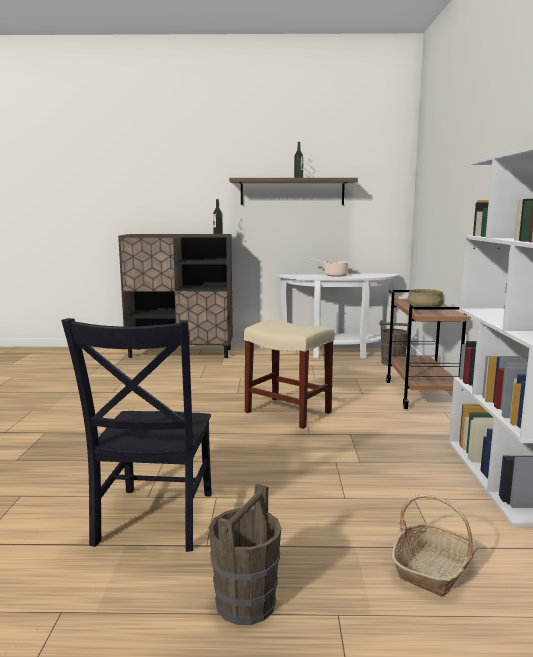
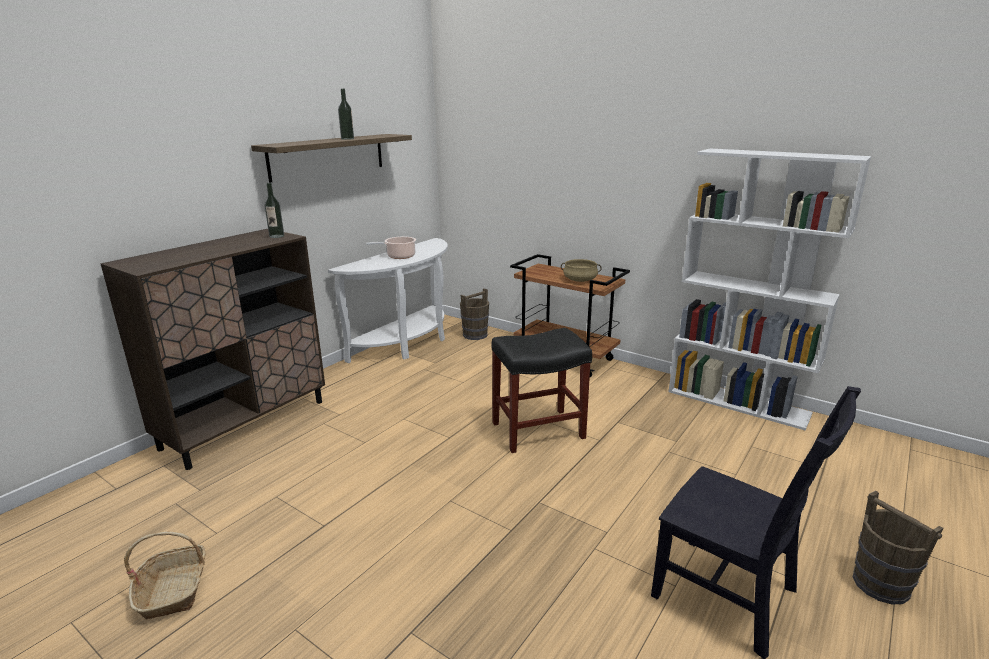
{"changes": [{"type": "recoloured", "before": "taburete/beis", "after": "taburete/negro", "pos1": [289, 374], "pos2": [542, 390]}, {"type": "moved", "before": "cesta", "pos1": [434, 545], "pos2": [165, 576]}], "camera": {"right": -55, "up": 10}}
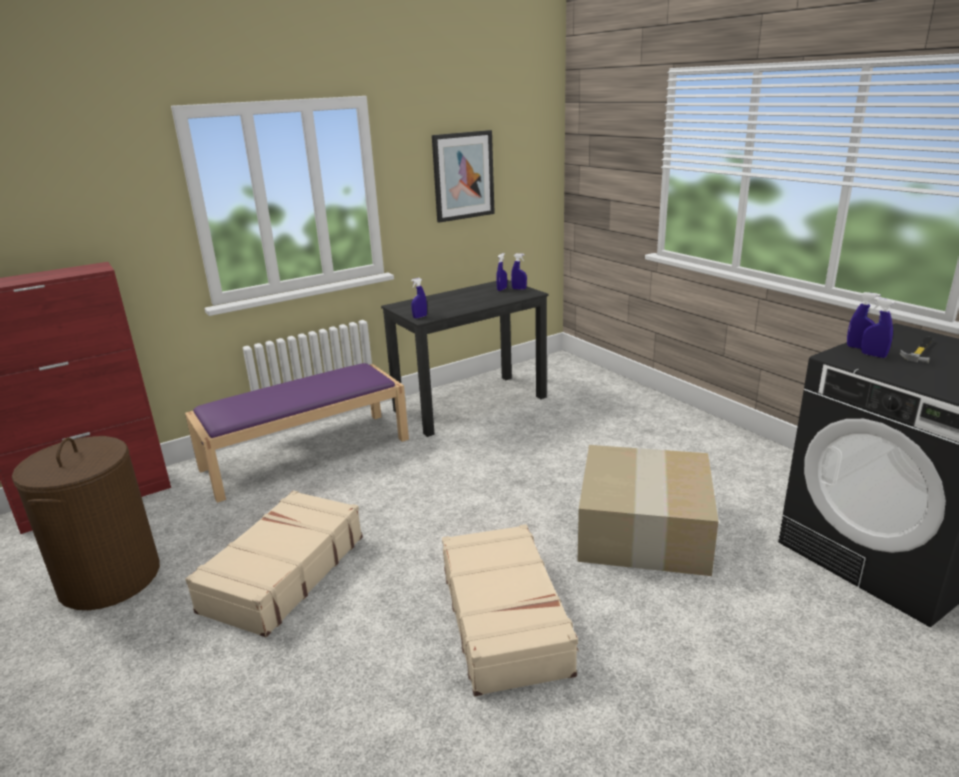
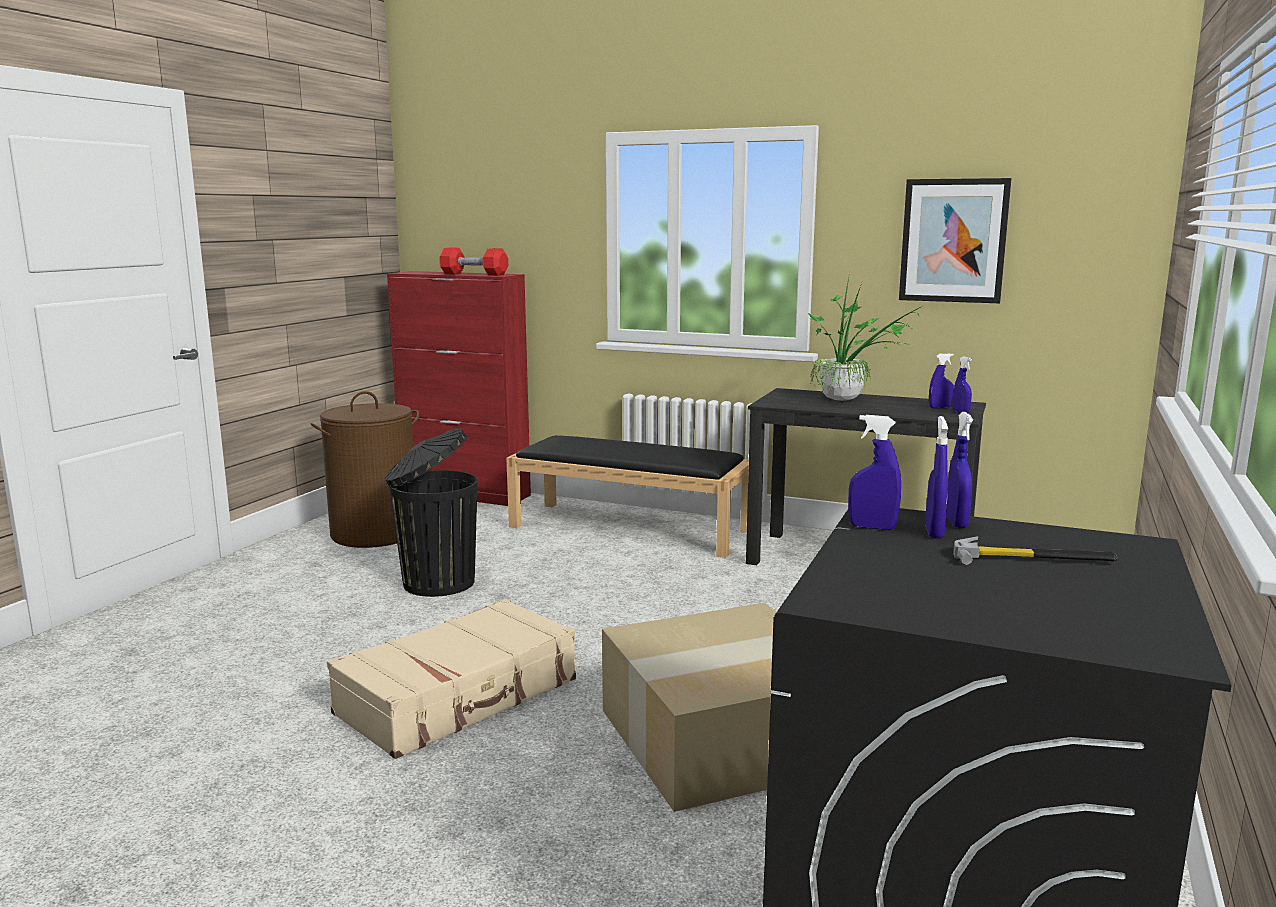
{"changes": [{"type": "recoloured", "before": "banco/morado", "after": "banco/negro", "pos1": [297, 433], "pos2": [627, 496]}, {"type": "replaced", "before": "maleta/beis", "after": "papelera/negro", "pos1": [274, 563], "pos2": [431, 512]}, {"type": "moved", "before": "pulverizador/azul", "pos1": [419, 298], "pos2": [874, 472]}, {"type": "added", "after": "mancuerna/rojo", "pos2": [473, 262]}, {"type": "added", "after": "planta en maceta", "pos2": [864, 337]}], "camera": {"right": 55, "up": -10}}
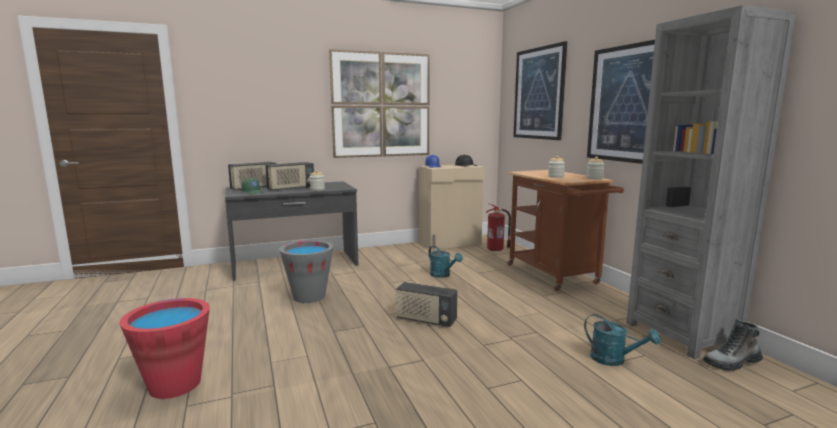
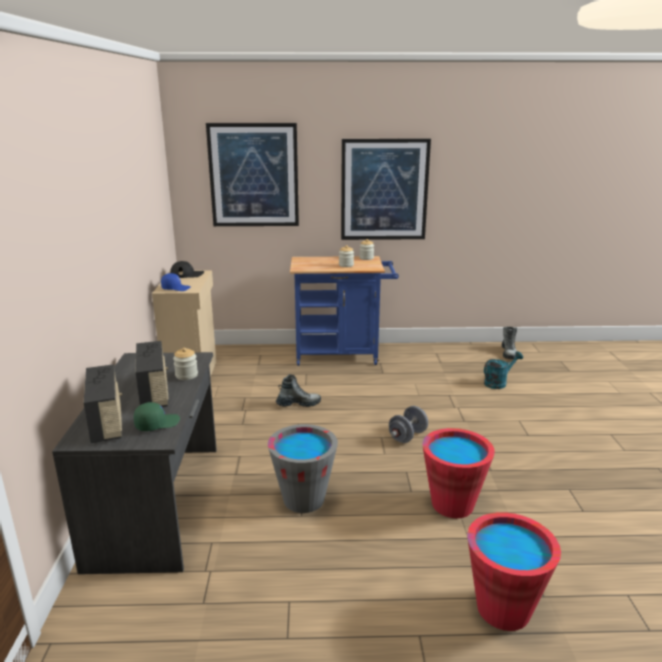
{"changes": [{"type": "removed", "before": "cuadro", "pos1": [379, 103]}, {"type": "replaced", "before": "radio", "after": "mancuerna/gris", "pos1": [426, 304], "pos2": [408, 424]}, {"type": "replaced", "before": "regadera/turquesa", "after": "bota", "pos1": [446, 262], "pos2": [298, 390]}, {"type": "removed", "before": "extintor", "pos1": [498, 227]}, {"type": "recoloured", "before": "carrito/marrón", "after": "carrito/azul", "pos1": [566, 230], "pos2": [344, 311]}, {"type": "removed", "before": "estantería/gris", "pos1": [711, 182]}, {"type": "added", "after": "cubo/rojo", "pos2": [458, 473]}], "camera": {"right": -70, "up": 10}}
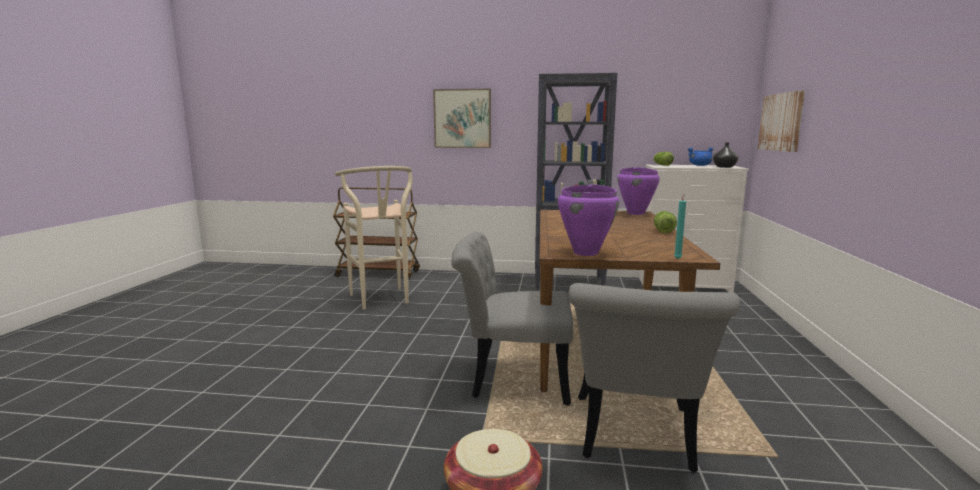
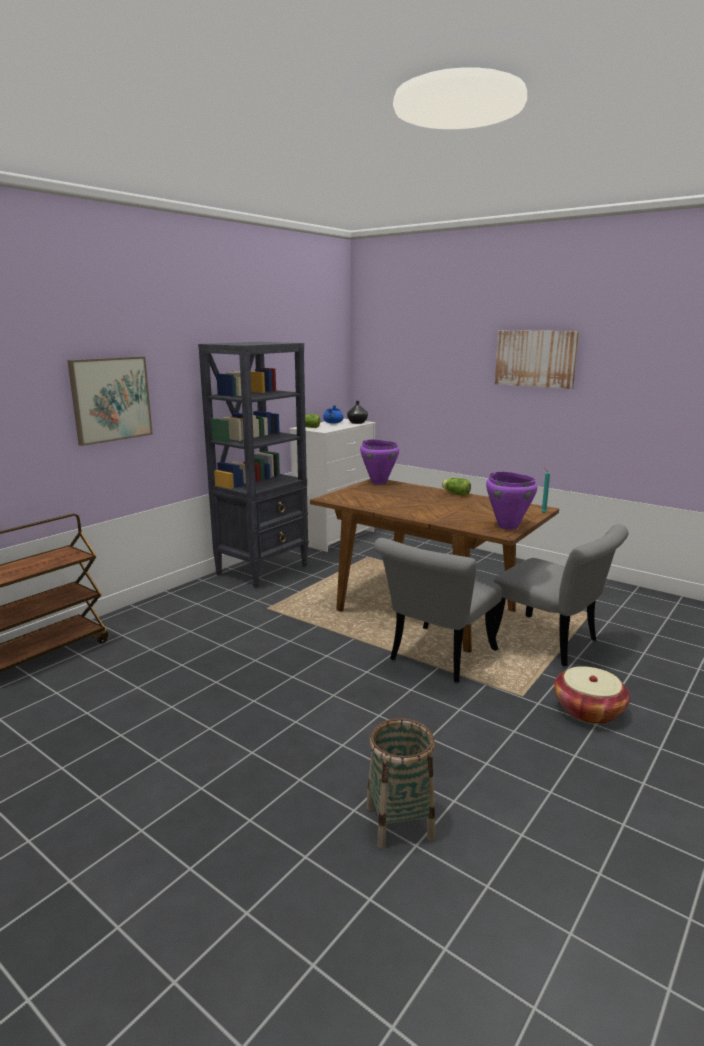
{"changes": [{"type": "removed", "before": "taburete/beis", "pos1": [373, 238]}, {"type": "moved", "before": "cuadro", "pos1": [781, 121], "pos2": [537, 359]}, {"type": "added", "after": "cesta", "pos2": [400, 783]}], "camera": {"right": -60, "up": 5}}
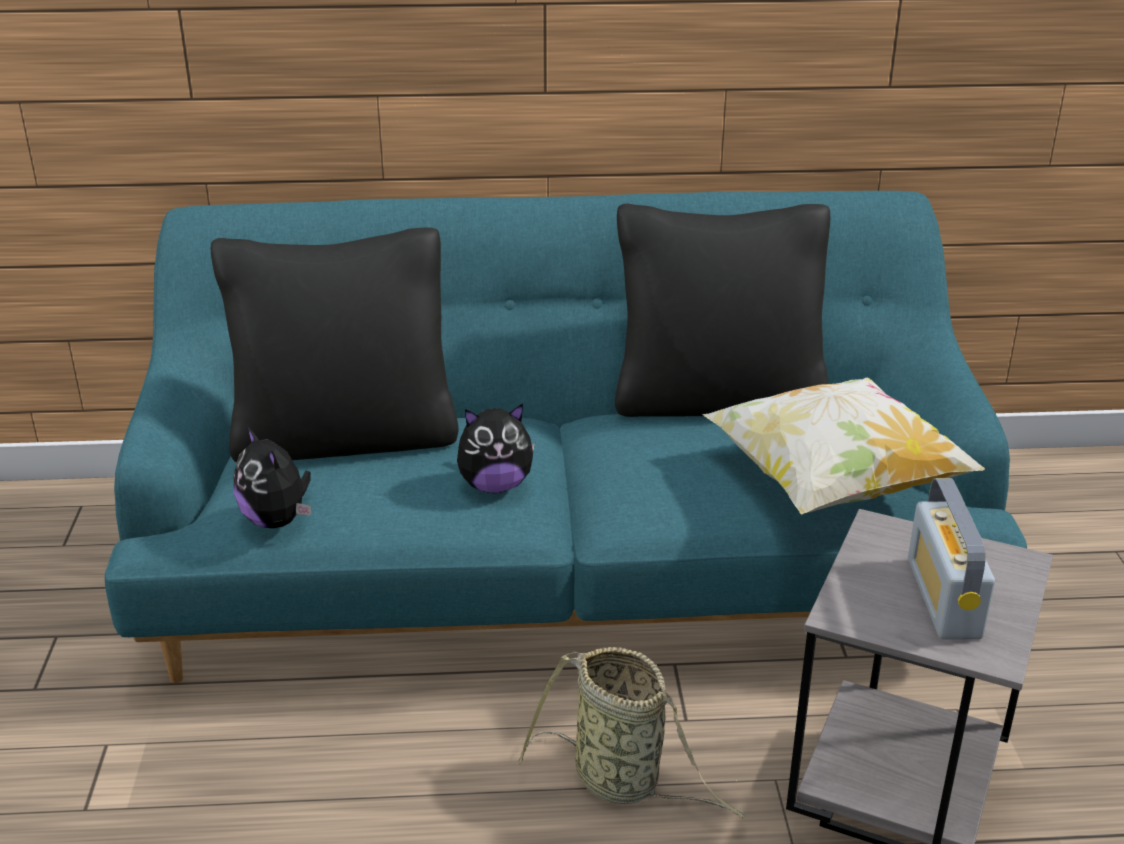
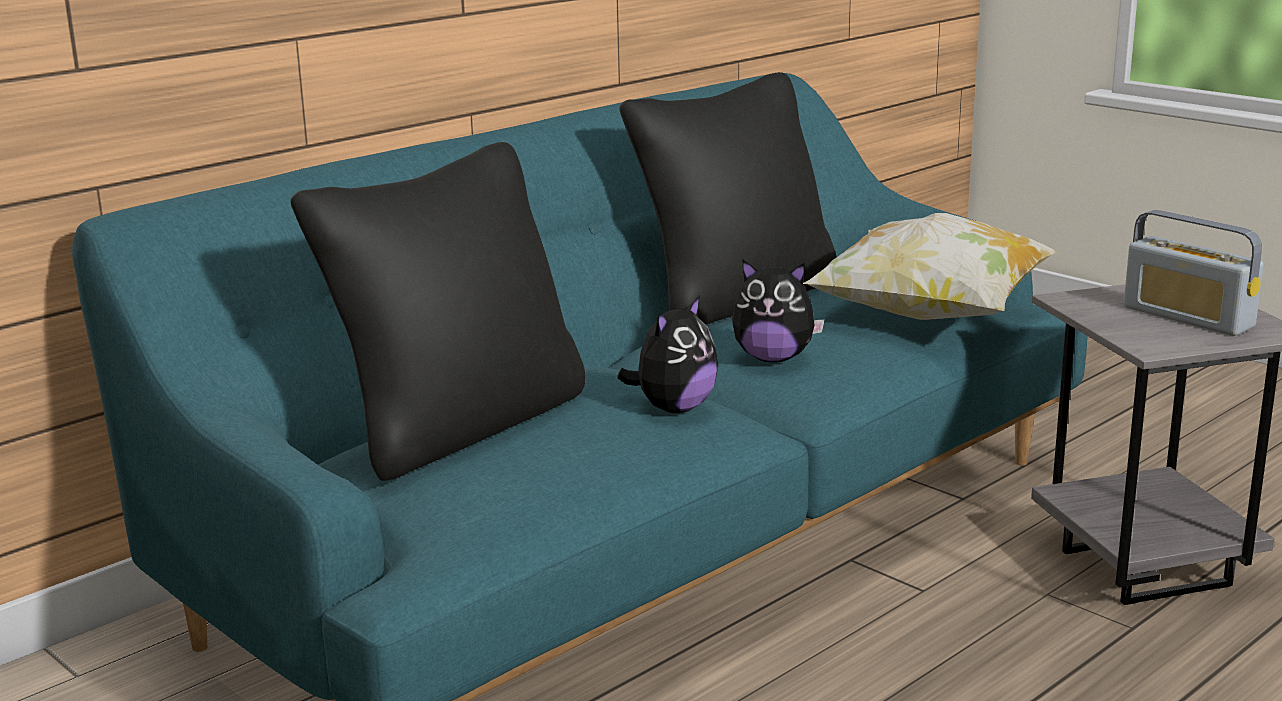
{"changes": [{"type": "moved", "before": "peluche", "pos1": [273, 476], "pos2": [778, 311]}, {"type": "removed", "before": "cesta", "pos1": [632, 733]}], "camera": {"right": -40, "up": -10}}
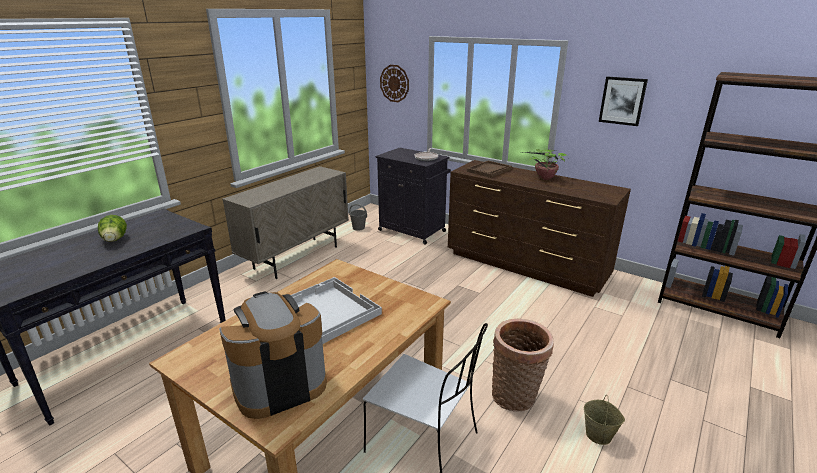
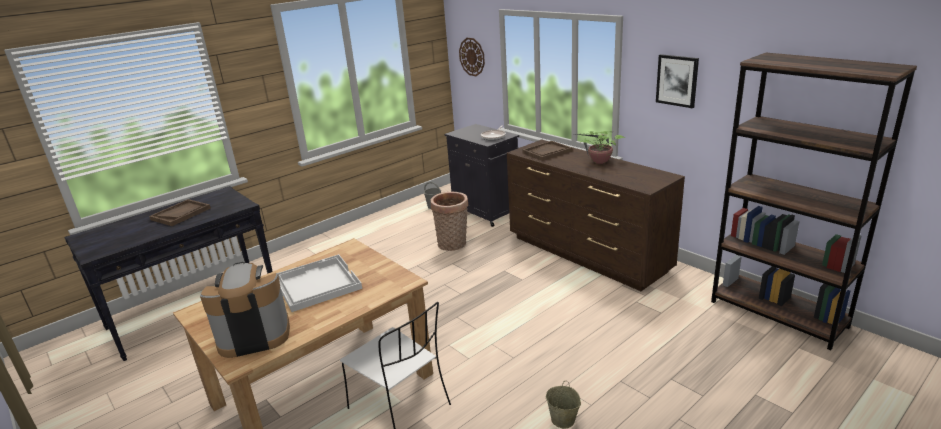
{"changes": [{"type": "replaced", "before": "lechuga", "after": "bandeja/marrón", "pos1": [112, 228], "pos2": [180, 212]}, {"type": "removed", "before": "armario/beis", "pos1": [285, 222]}, {"type": "moved", "before": "cesta", "pos1": [523, 365], "pos2": [449, 221]}], "camera": {"right": 15, "up": 0}}
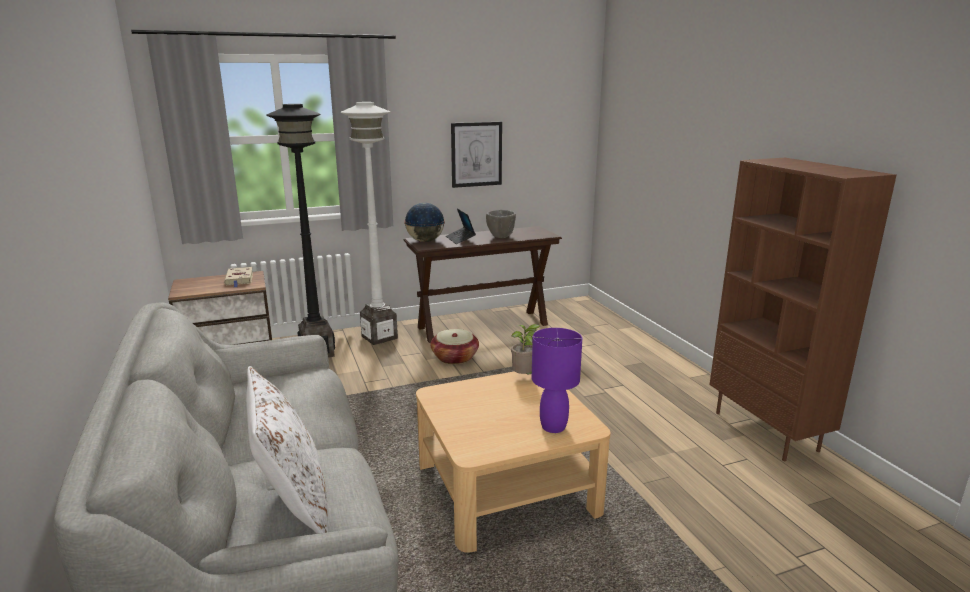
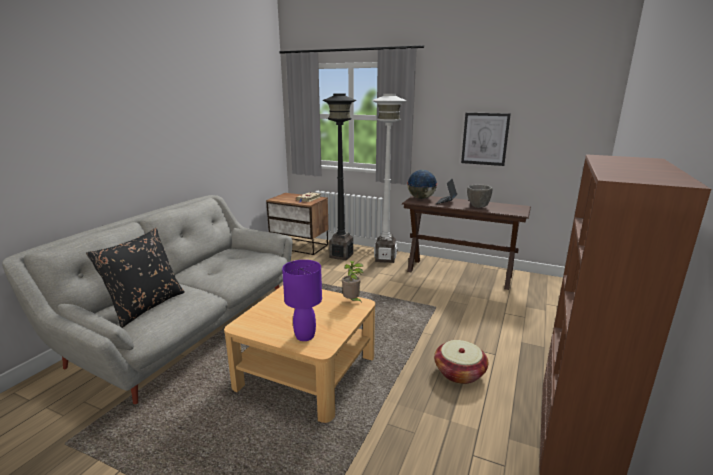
{"changes": [{"type": "recoloured", "before": "cojín/blanco", "after": "cojín/negro", "pos1": [287, 450], "pos2": [135, 278]}, {"type": "moved", "before": "cesta", "pos1": [454, 346], "pos2": [461, 362]}], "camera": {"right": 45, "up": 0}}
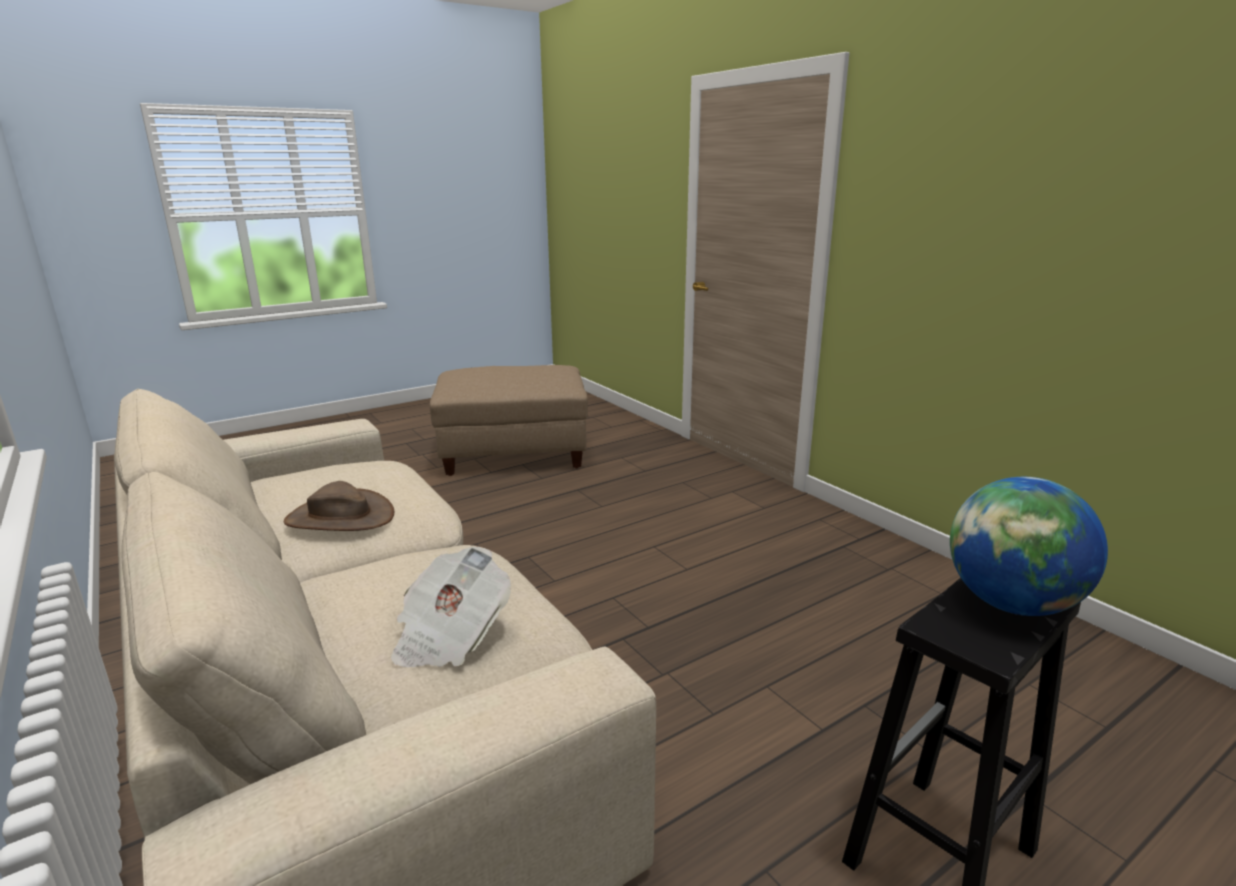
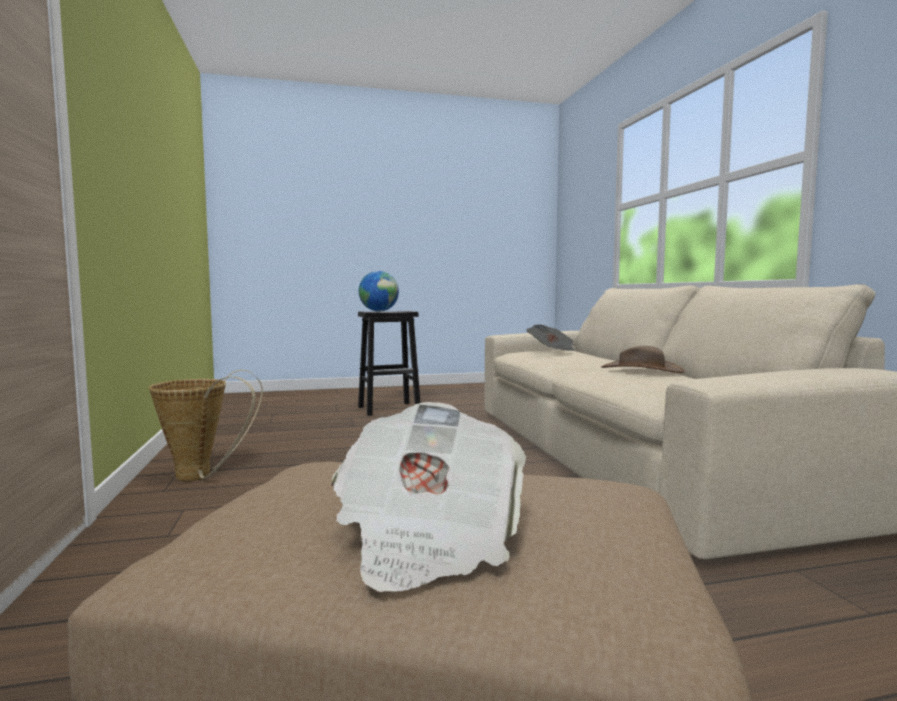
{"changes": [{"type": "added", "after": "cesta", "pos2": [206, 425]}, {"type": "added", "after": "periódico", "pos2": [428, 497]}], "camera": {"right": -160, "up": -15}}
